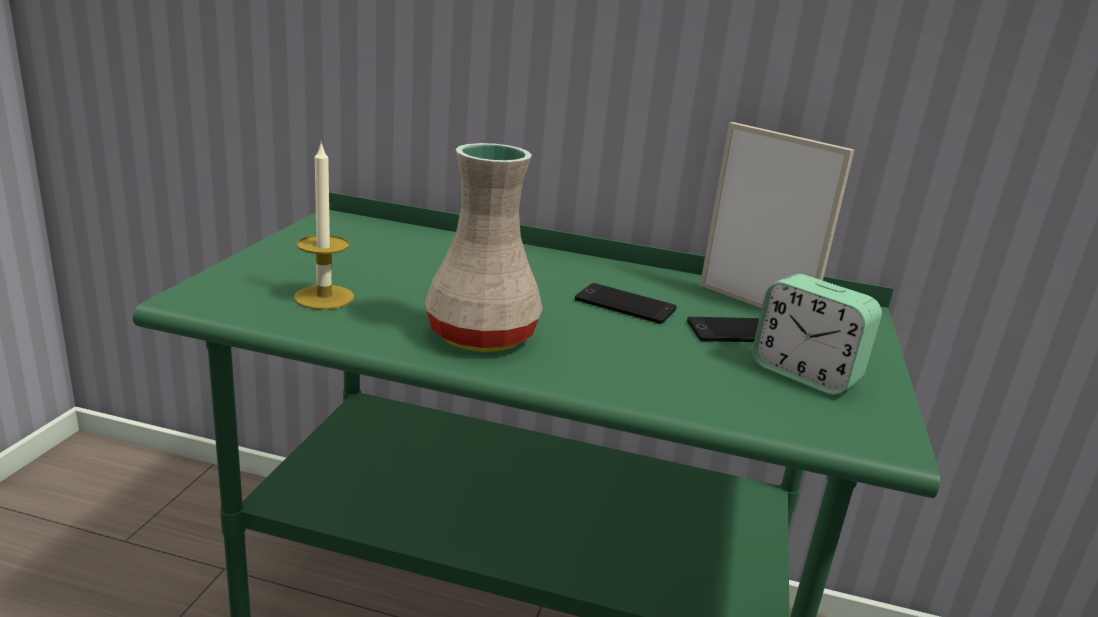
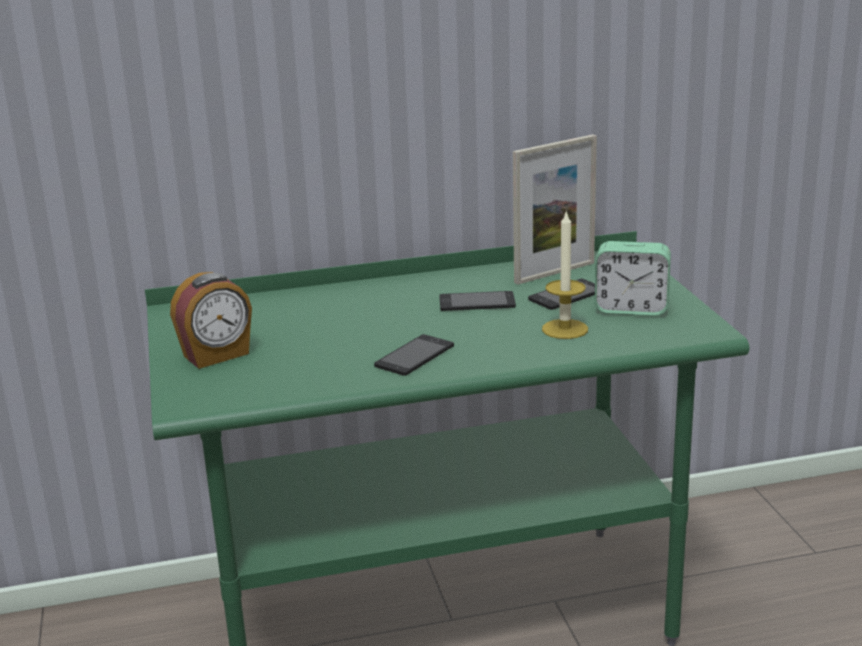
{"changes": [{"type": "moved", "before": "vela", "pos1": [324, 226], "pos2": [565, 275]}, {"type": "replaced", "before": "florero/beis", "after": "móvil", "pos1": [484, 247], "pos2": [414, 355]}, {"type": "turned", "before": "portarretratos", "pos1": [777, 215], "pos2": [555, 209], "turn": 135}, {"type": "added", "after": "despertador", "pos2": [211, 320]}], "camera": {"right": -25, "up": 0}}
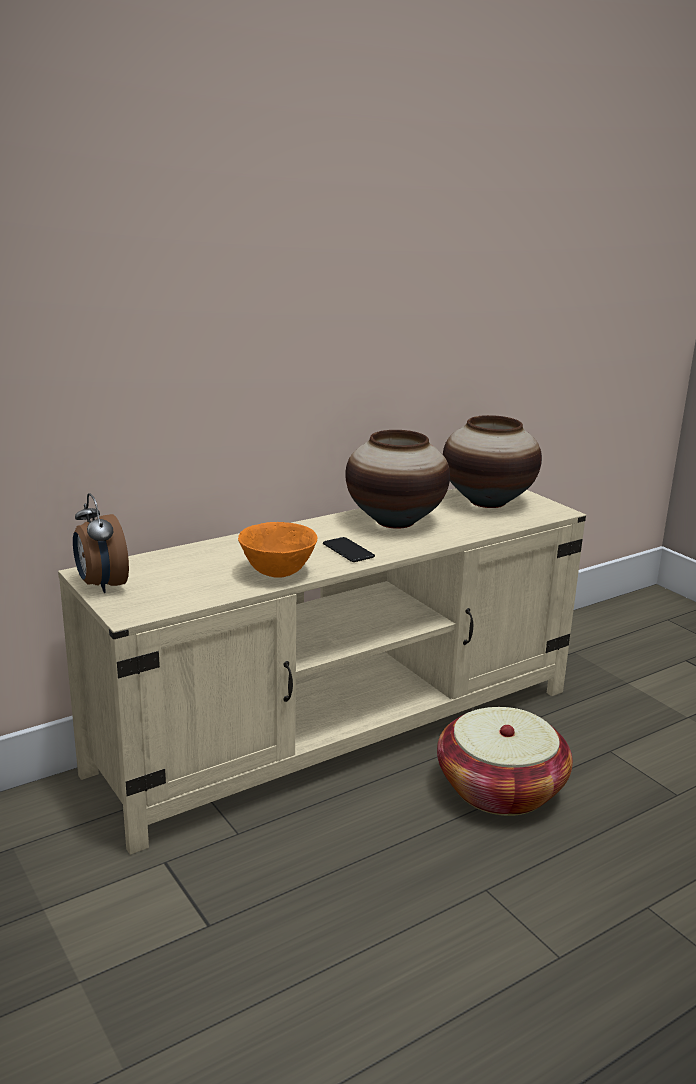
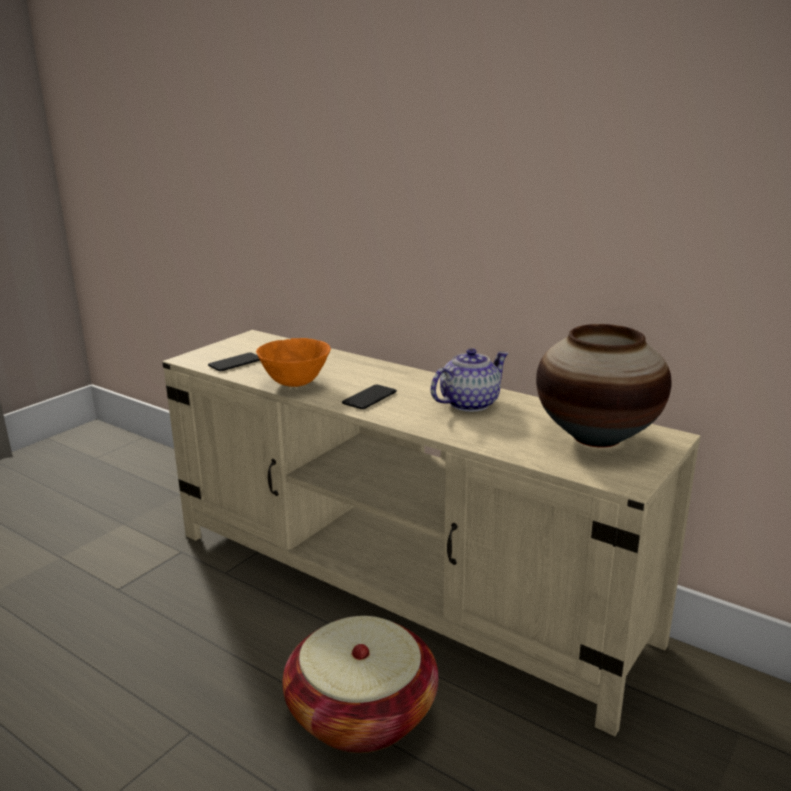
{"changes": [{"type": "removed", "before": "despertador", "pos1": [101, 543]}, {"type": "replaced", "before": "florero", "after": "tetera", "pos1": [397, 479], "pos2": [469, 380]}, {"type": "added", "after": "móvil", "pos2": [234, 362]}], "camera": {"right": 70, "up": 0}}
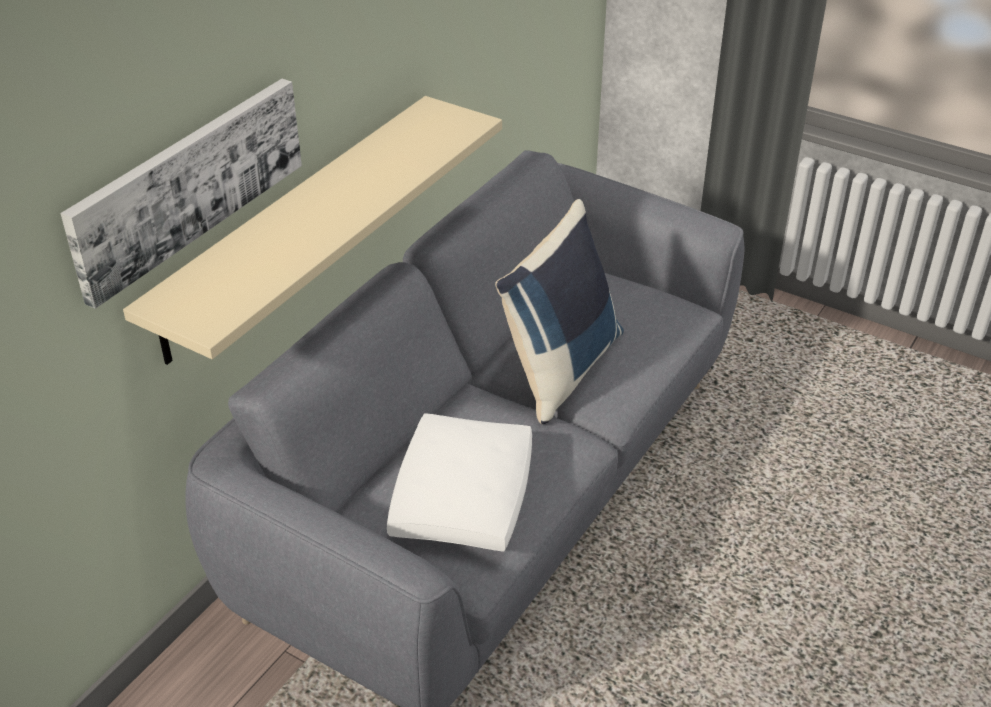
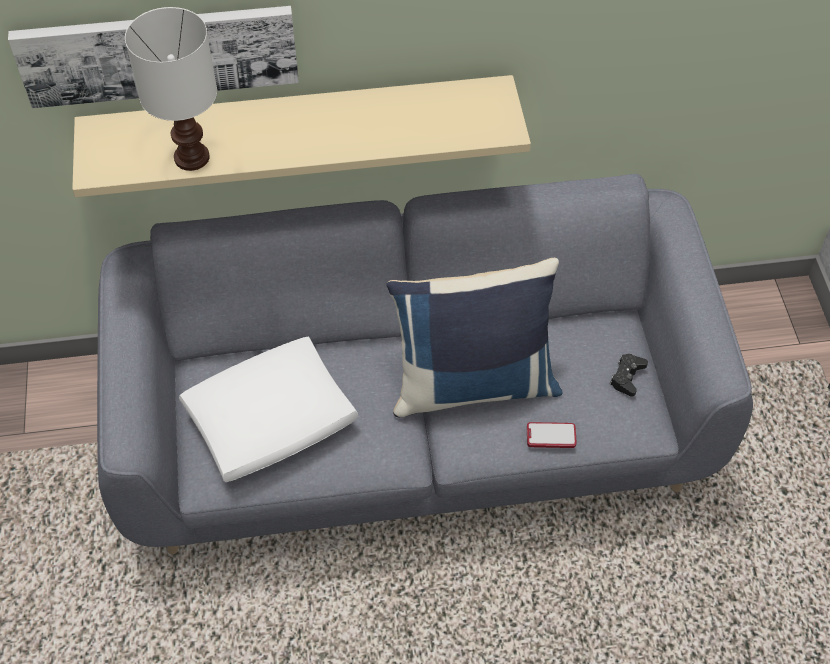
{"changes": [{"type": "added", "after": "lámpara de mesa/blanco", "pos2": [171, 89]}, {"type": "added", "after": "móvil", "pos2": [551, 435]}, {"type": "added", "after": "mando de consola/negro", "pos2": [629, 375]}], "camera": {"right": 50, "up": 15}}
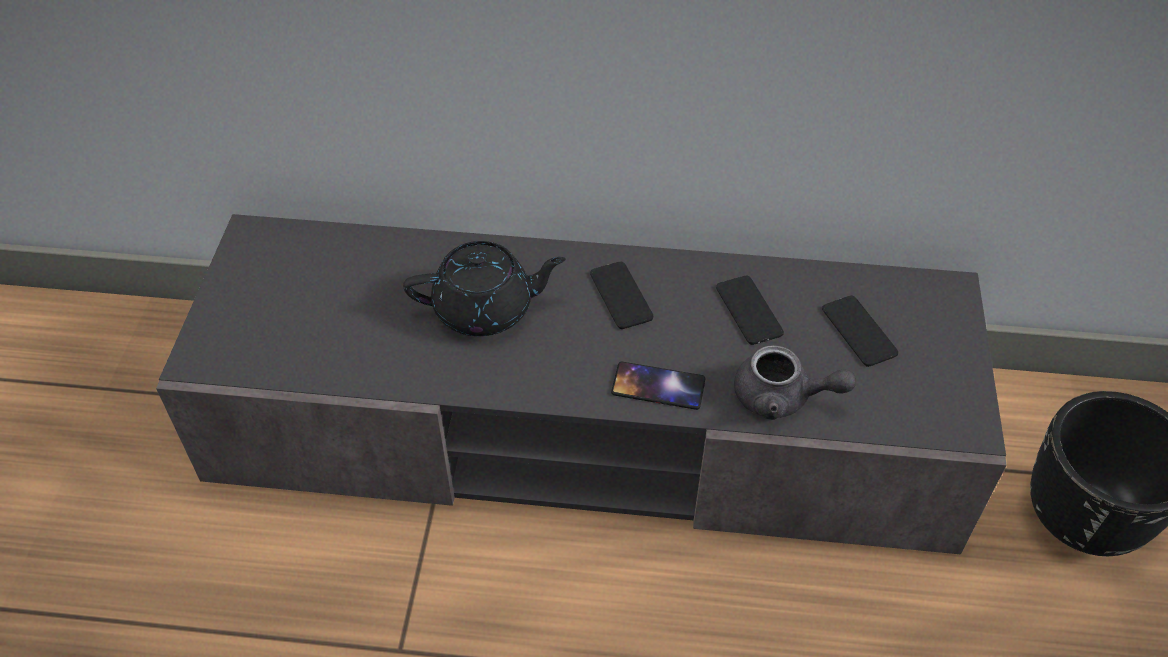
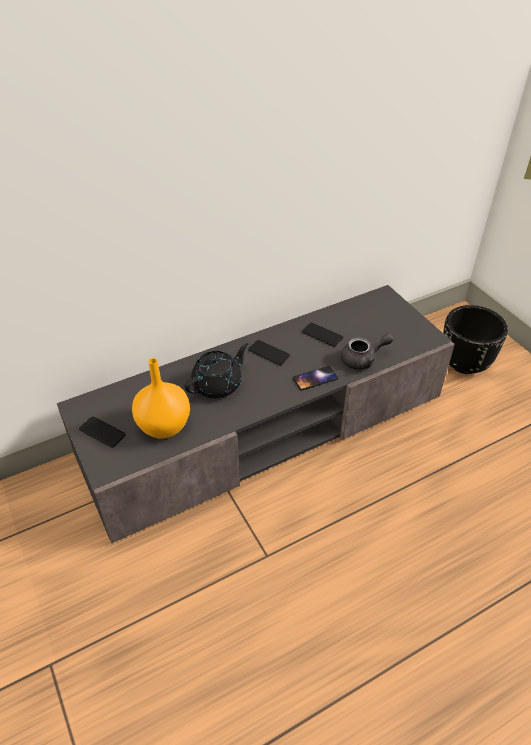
{"changes": [{"type": "moved", "before": "móvil", "pos1": [860, 331], "pos2": [102, 432]}, {"type": "added", "after": "florero/naranja", "pos2": [161, 398]}], "camera": {"right": -35, "up": -5}}
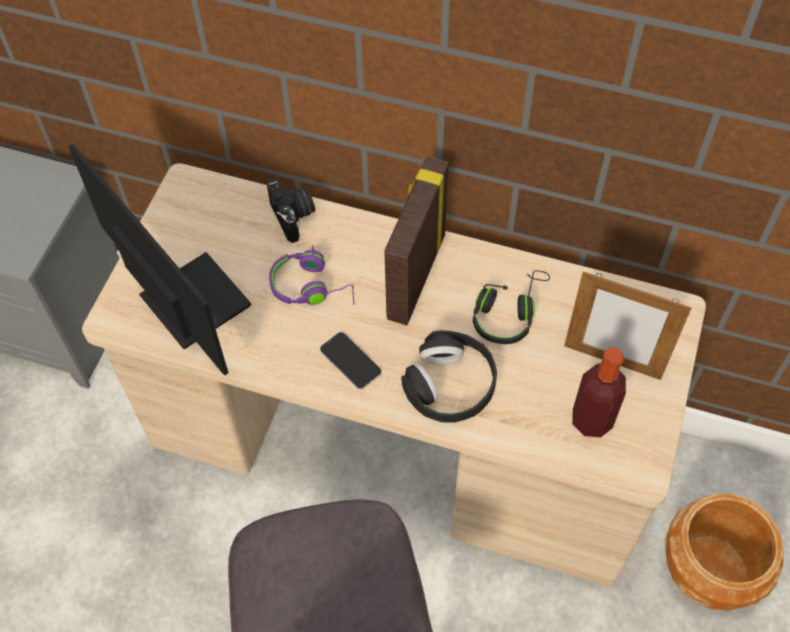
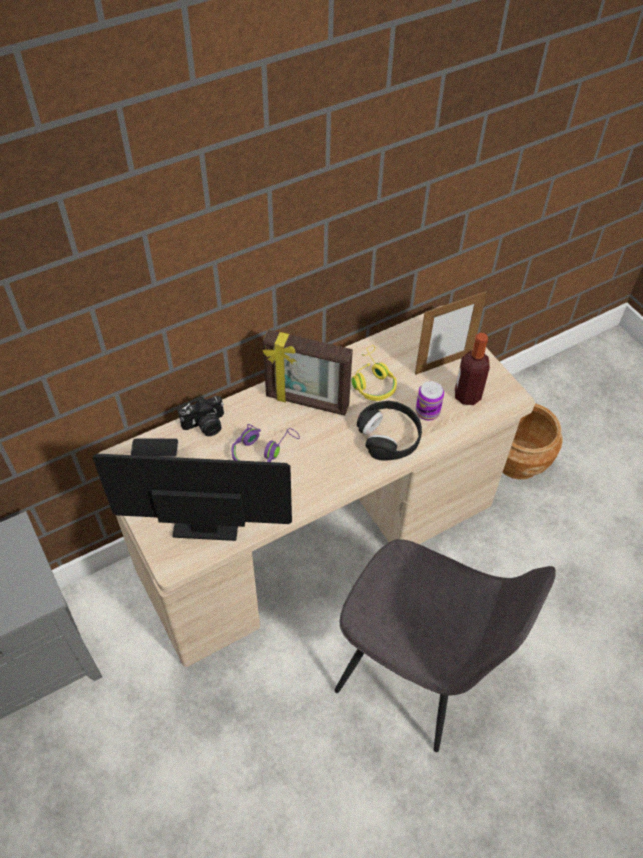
{"changes": [{"type": "turned", "before": "cámara", "pos1": [291, 211], "pos2": [201, 416], "turn": 135}, {"type": "moved", "before": "móvil", "pos1": [351, 361], "pos2": [155, 447]}, {"type": "turned", "before": "portarretratos", "pos1": [416, 241], "pos2": [308, 373], "turn": -45}, {"type": "recoloured", "before": "auriculares/negro", "after": "auriculares/amarillo", "pos1": [511, 307], "pos2": [374, 373]}, {"type": "added", "after": "lata", "pos2": [430, 401]}], "camera": {"right": -50, "up": -5}}
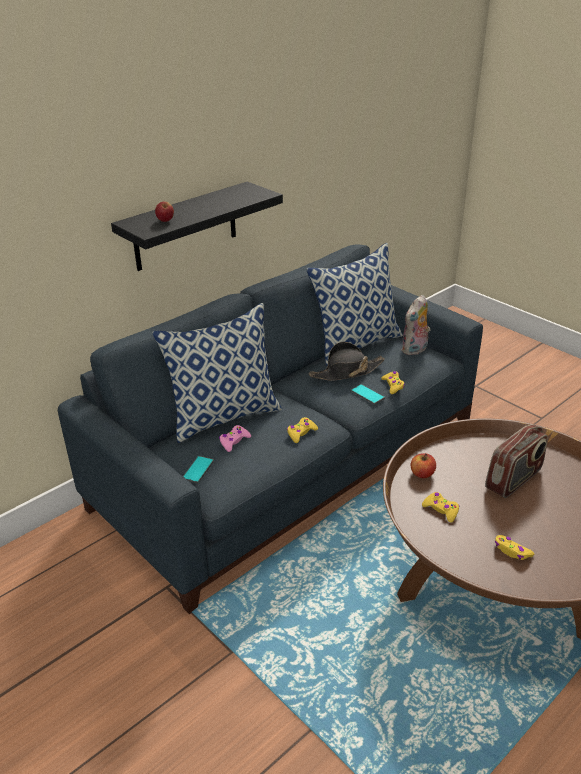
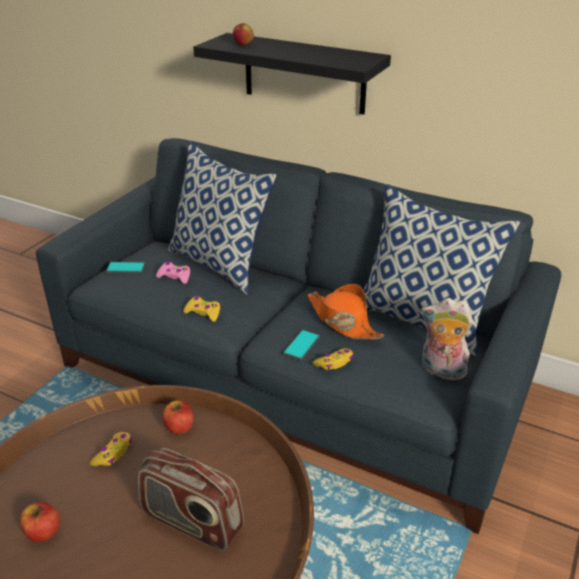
{"changes": [{"type": "recoloured", "before": "sombrero/negro", "after": "sombrero/naranja", "pos1": [347, 361], "pos2": [346, 312]}, {"type": "replaced", "before": "mando de consola/amarillo", "after": "manzana", "pos1": [514, 547], "pos2": [40, 522]}], "camera": {"right": 70, "up": 0}}
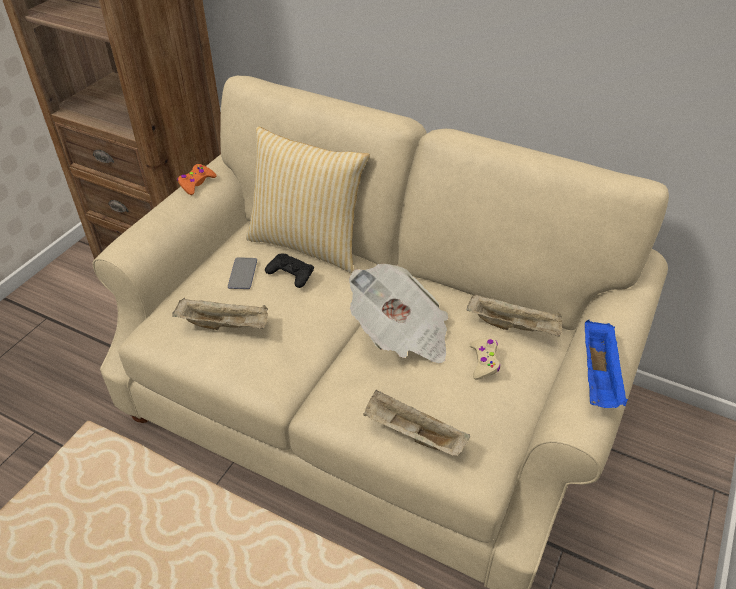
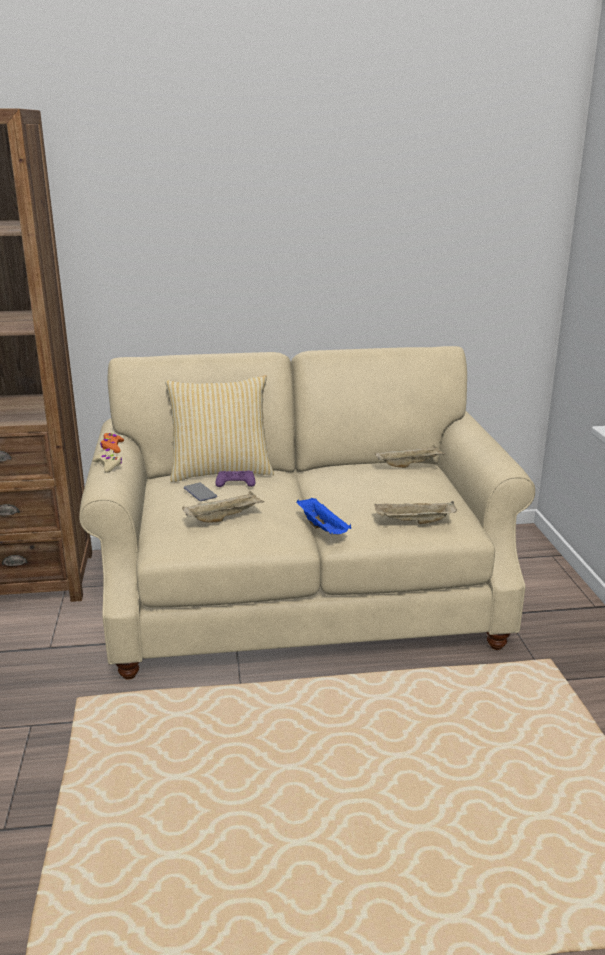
{"changes": [{"type": "recoloured", "before": "mando de consola/negro", "after": "mando de consola/morado", "pos1": [289, 270], "pos2": [235, 479]}, {"type": "removed", "before": "periódico", "pos1": [398, 313]}, {"type": "moved", "before": "mando de consola/beis", "pos1": [484, 359], "pos2": [107, 460]}, {"type": "moved", "before": "bandeja/azul", "pos1": [606, 364], "pos2": [323, 516]}], "camera": {"right": -35, "up": -20}}
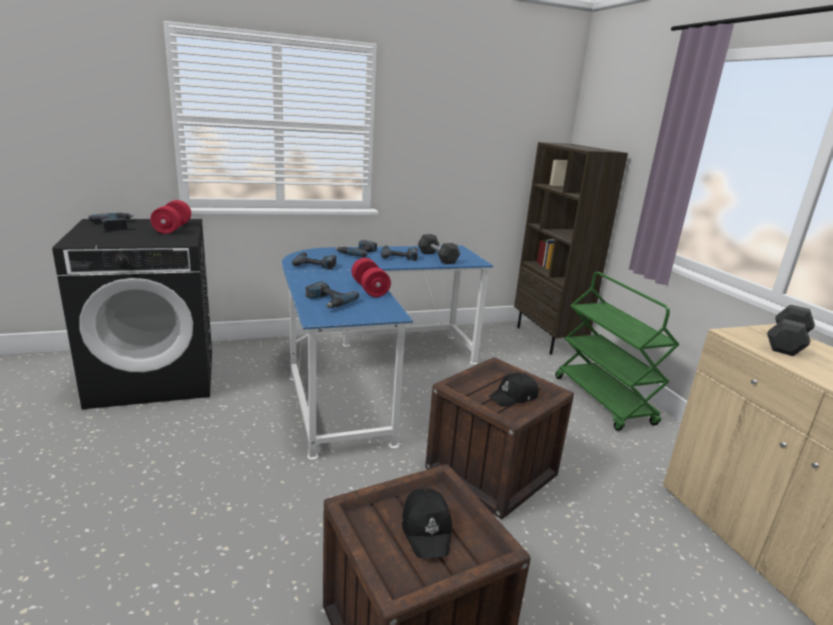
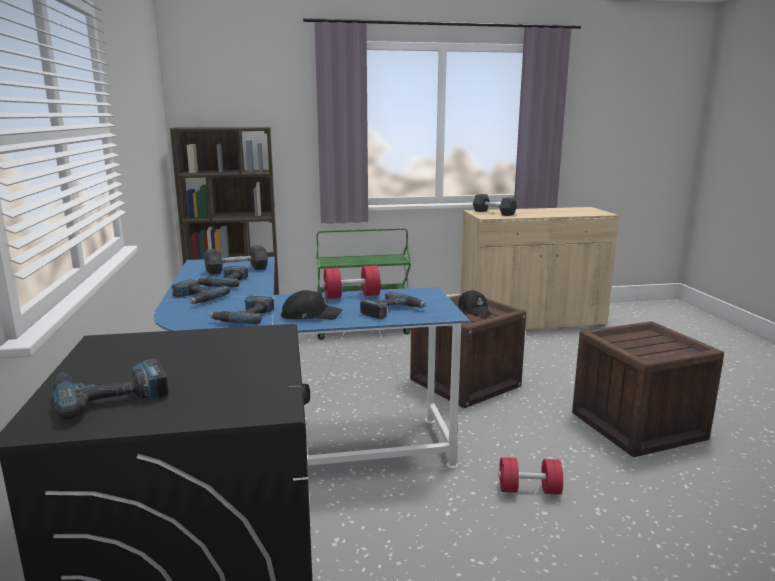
{"changes": [{"type": "moved", "before": "mancuerna/rojo", "pos1": [170, 217], "pos2": [531, 476]}, {"type": "moved", "before": "gorra/negro", "pos1": [427, 523], "pos2": [312, 305]}], "camera": {"right": -80, "up": -5}}
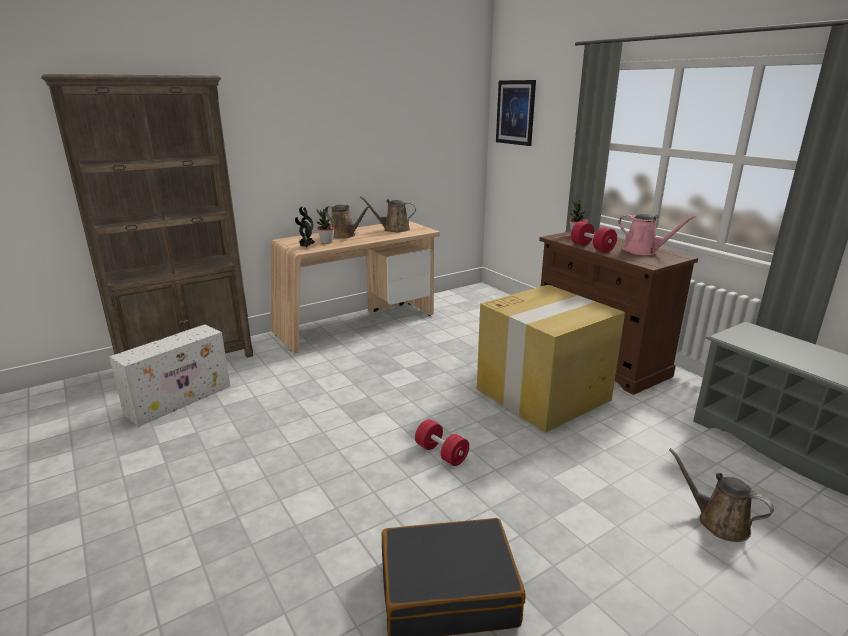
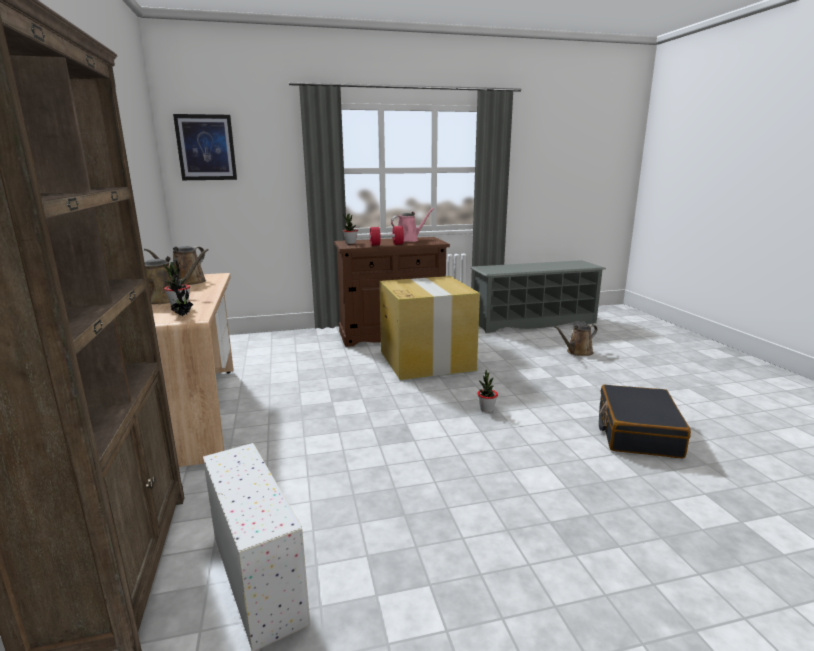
{"changes": [{"type": "replaced", "before": "mancuerna/rojo", "after": "planta en maceta", "pos1": [442, 442], "pos2": [487, 391]}], "camera": {"right": -70, "up": -5}}
